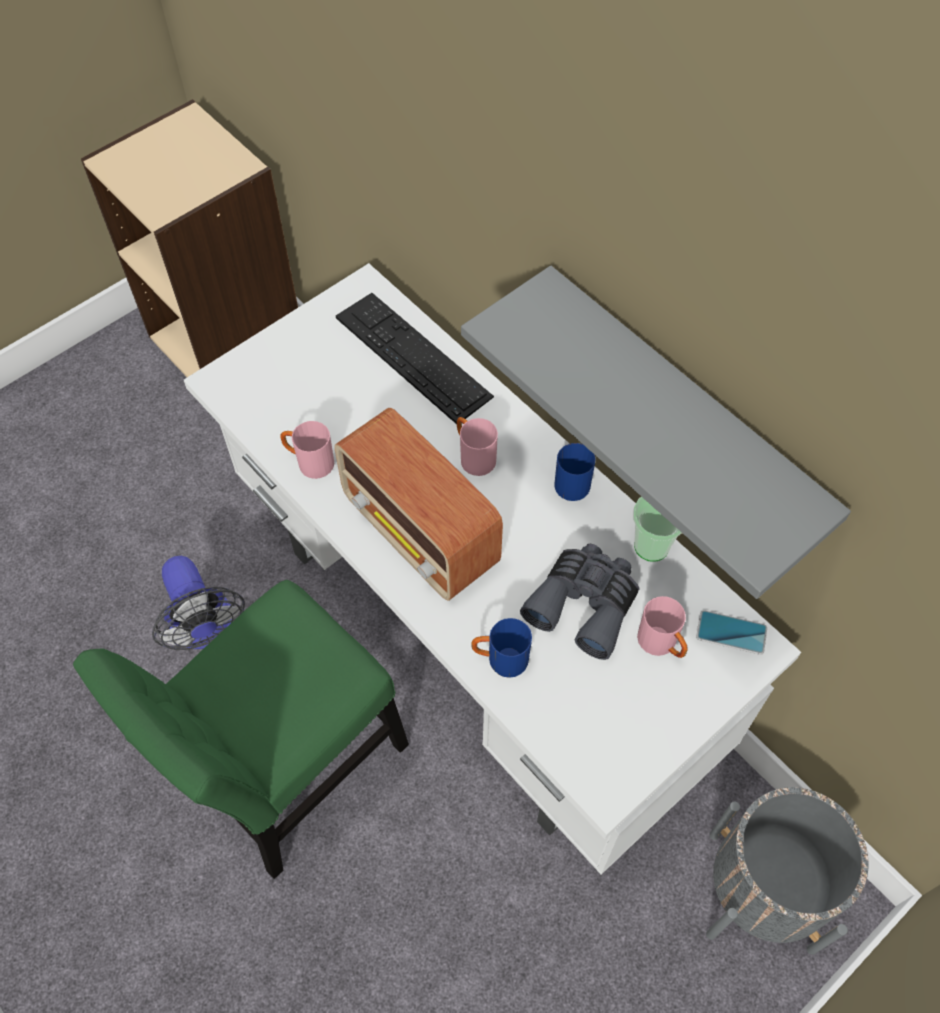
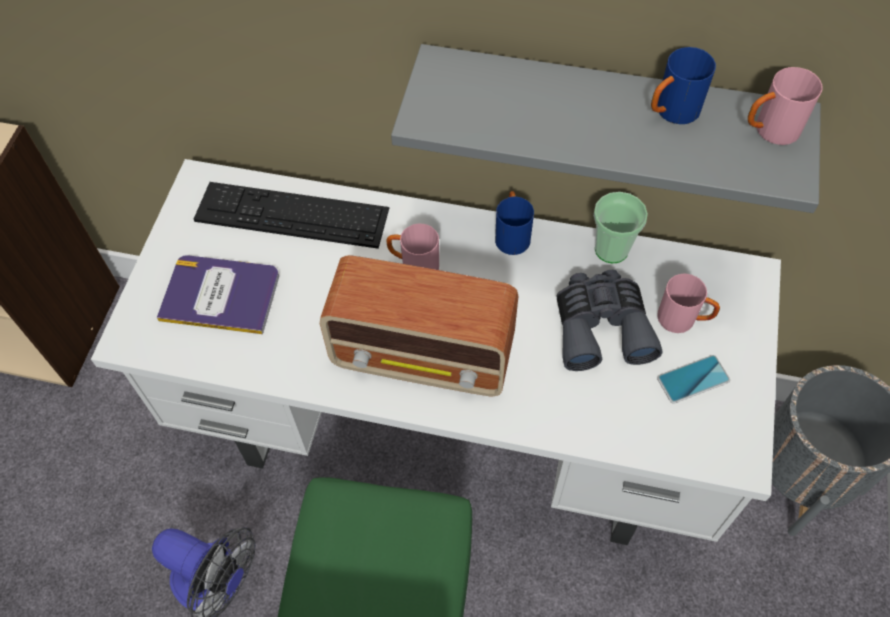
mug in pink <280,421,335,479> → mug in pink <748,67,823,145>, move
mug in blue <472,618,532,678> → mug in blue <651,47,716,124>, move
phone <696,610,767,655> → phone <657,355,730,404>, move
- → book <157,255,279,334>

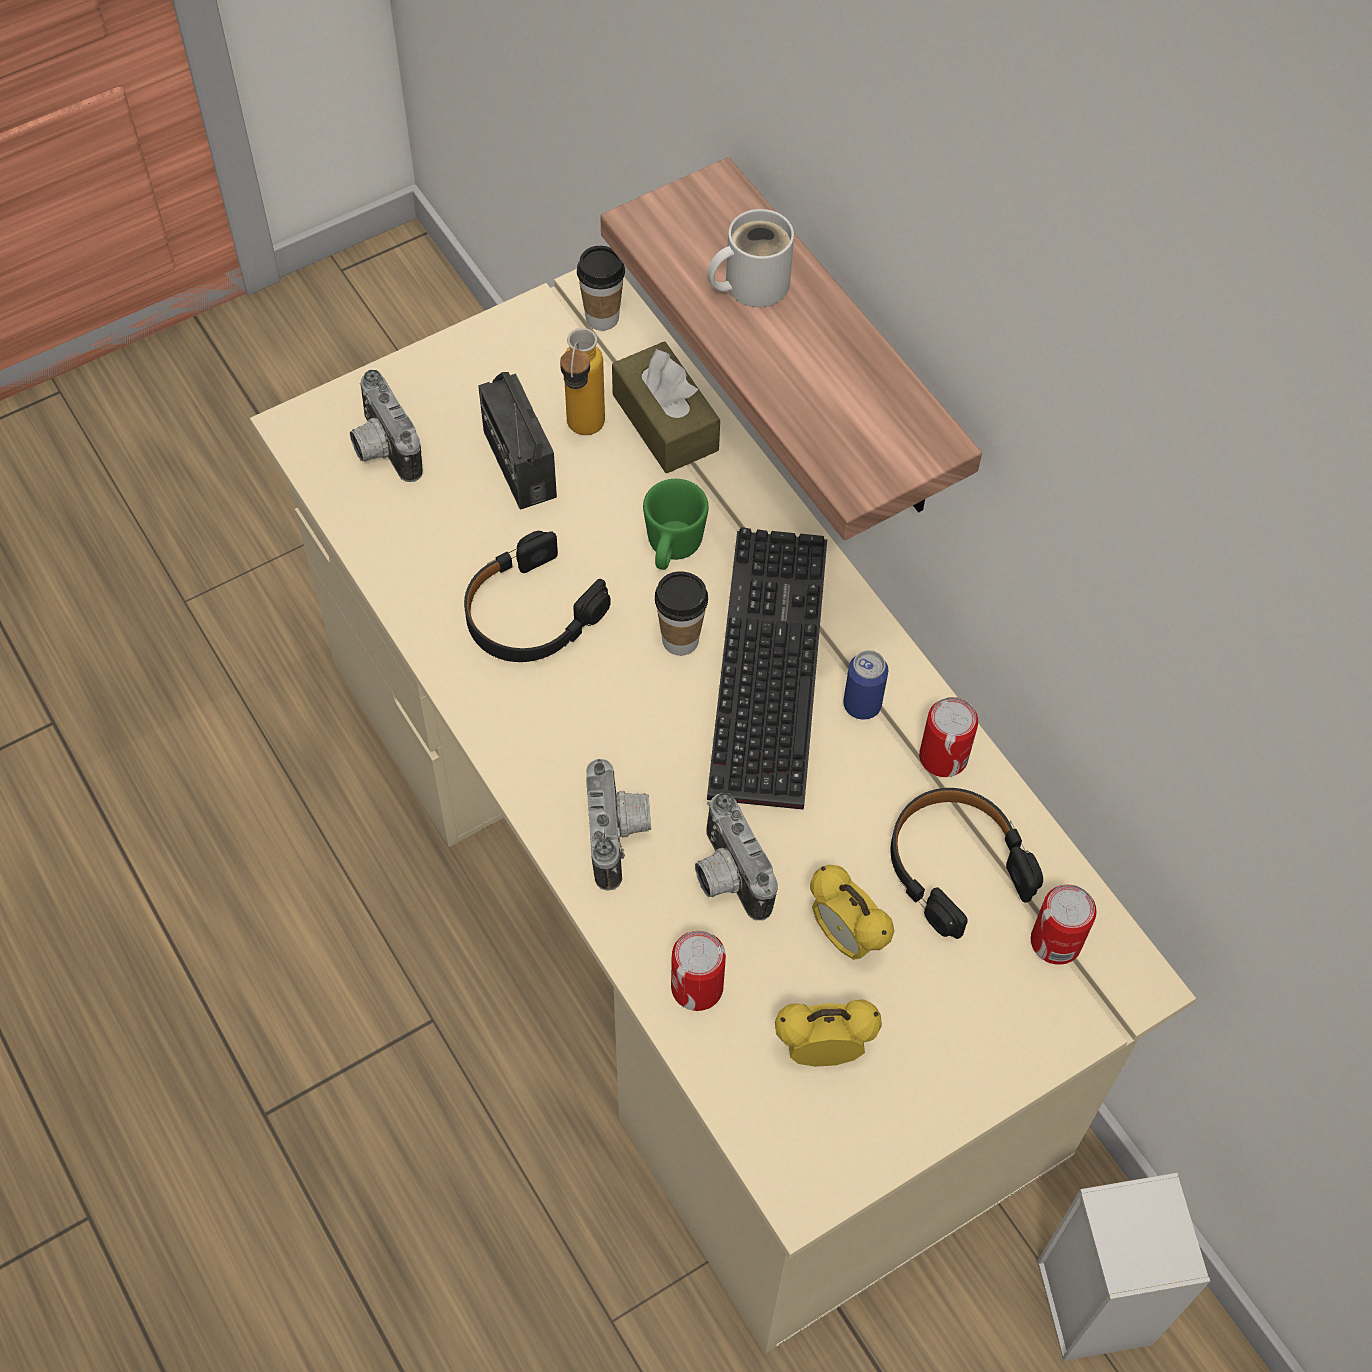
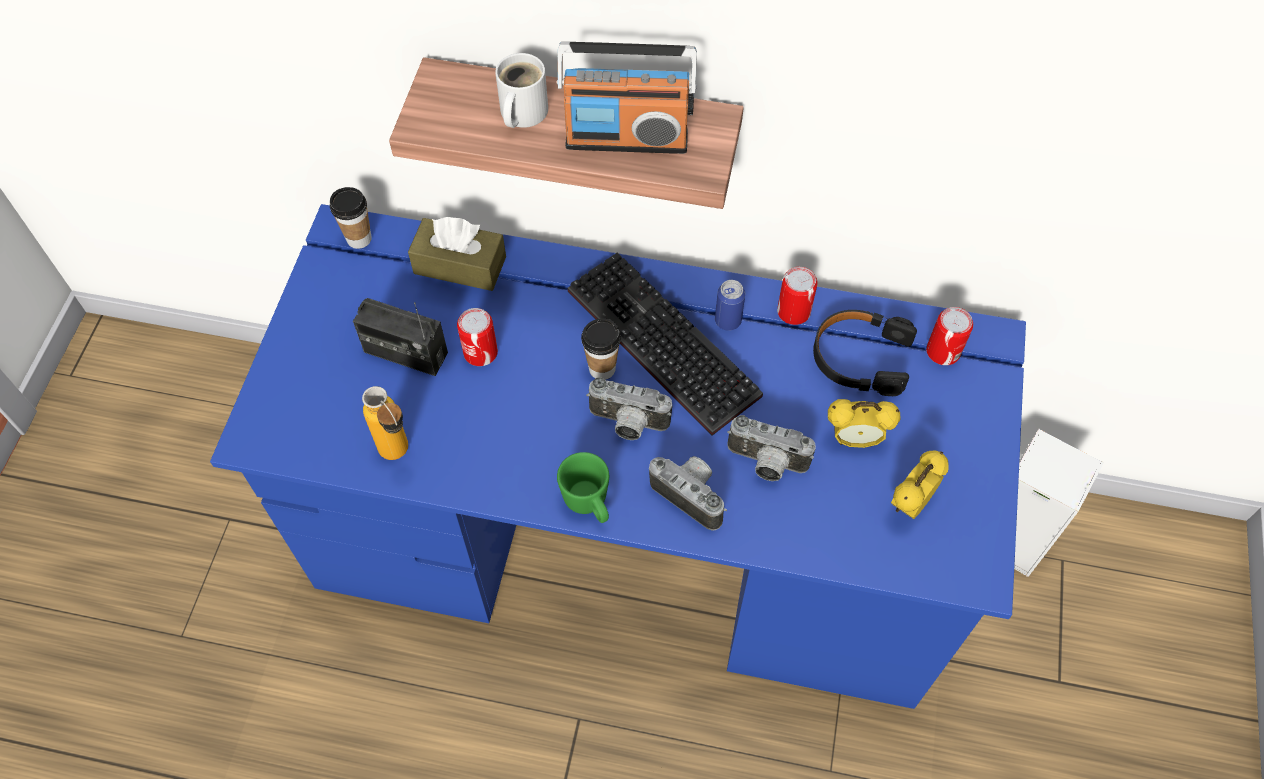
desk in beige <250,269,1196,1354> → desk in blue <210,204,1026,709>
photo camera <350,370,423,482> → photo camera <586,377,672,440>, move
headphones in black <464,531,611,662> → -
bottle <560,328,605,435> → bottle <362,386,408,460>, move
mug in green <643,479,709,570> → mug in green <557,452,609,523>, move
can <671,931,726,1011> → can <457,308,498,366>, move
- → radio <557,42,697,154>

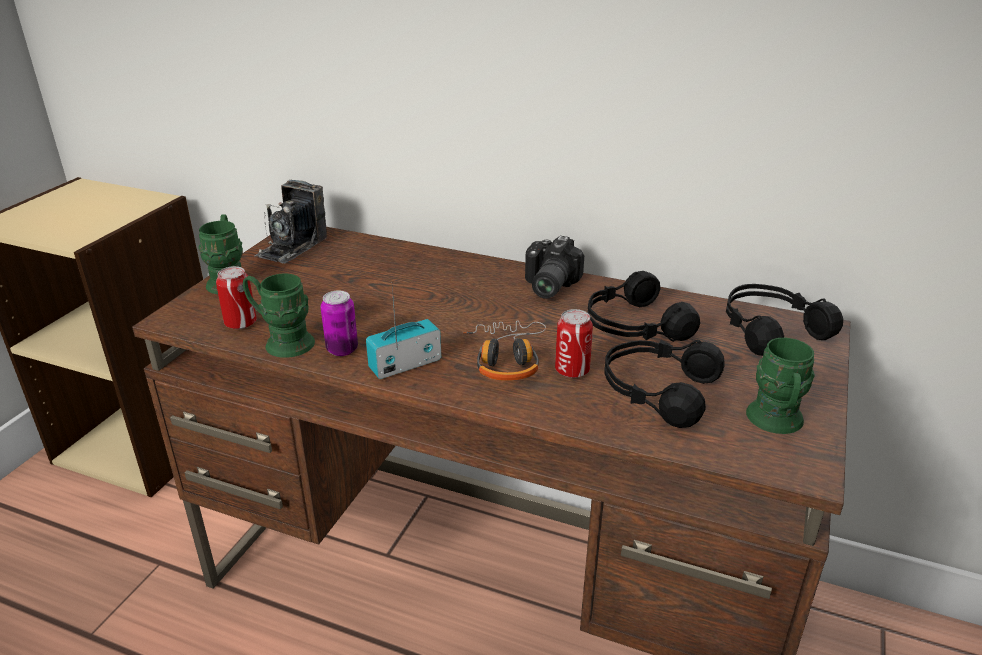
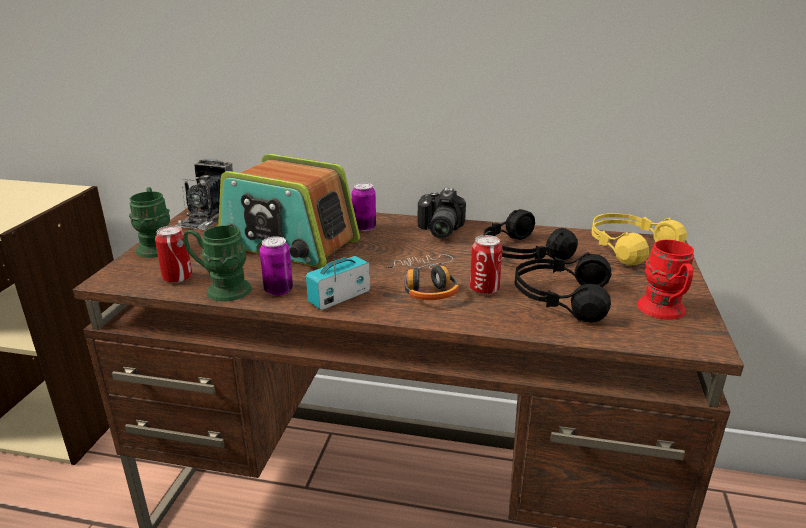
headphones in black <726,284,843,356> → headphones in yellow <592,213,687,266>
mug in green <746,338,815,434> → mug in red <637,240,694,320>
- → radio <218,154,360,268>
- → can <352,183,376,231>

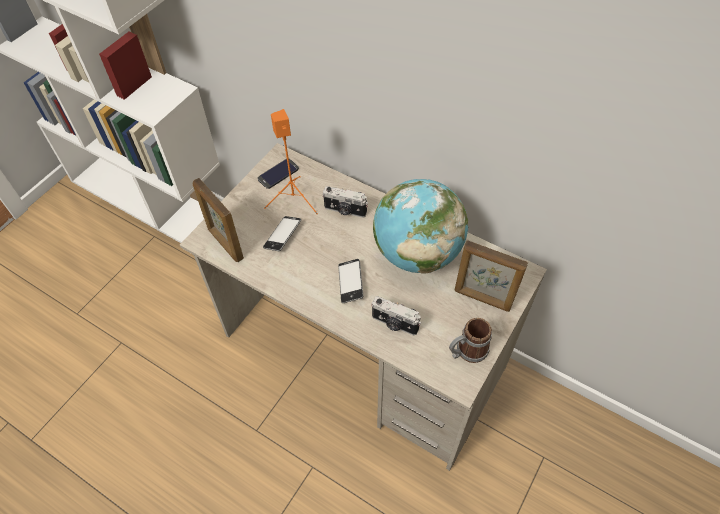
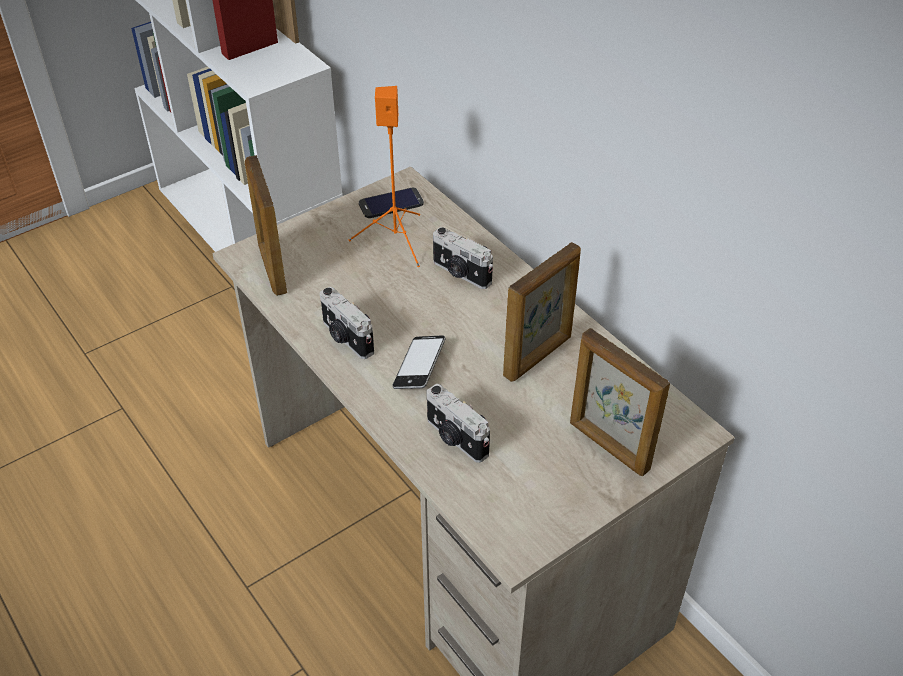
phone <263,216,301,251> → -
globe <373,179,468,273> → picture frame <503,242,581,382>
mug <449,318,492,363> → -
- → photo camera <320,287,374,359>

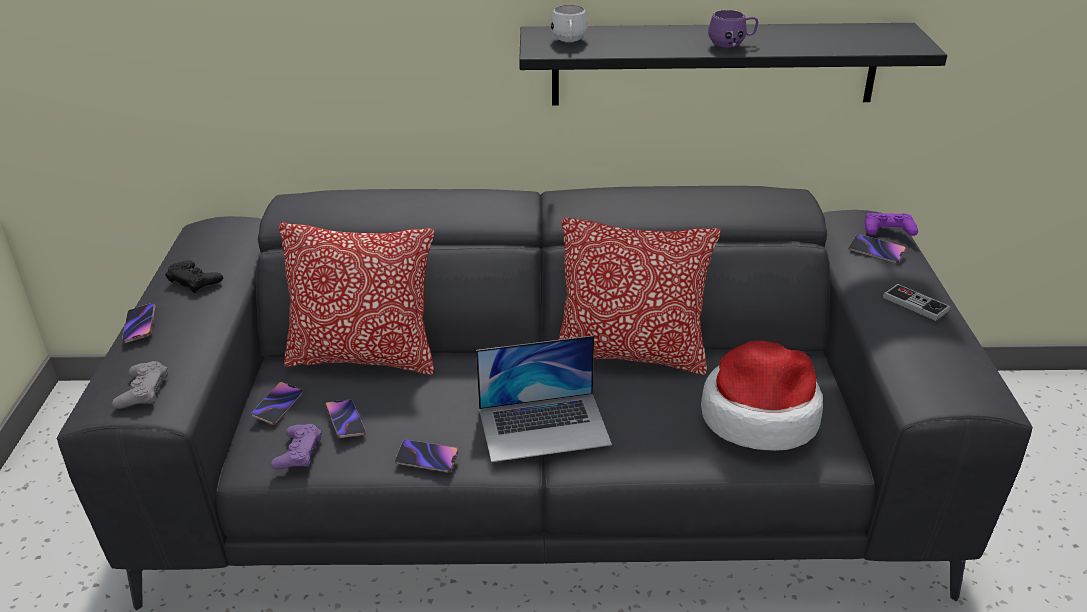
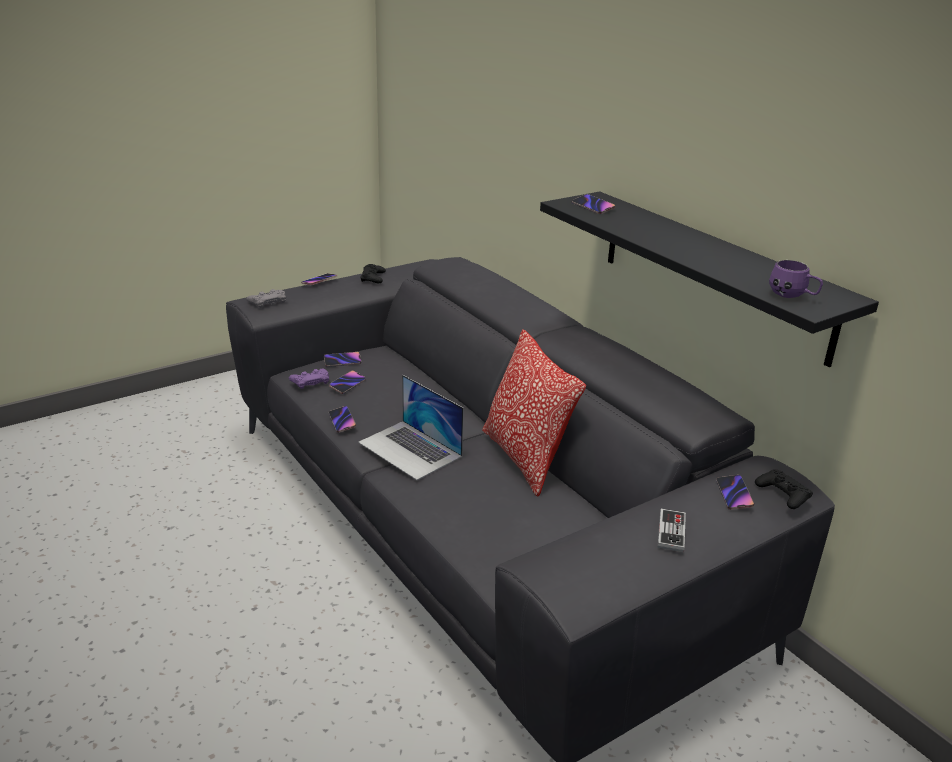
pillow <279,223,435,375> → -
mug in white <551,5,588,43> → phone <572,194,615,214>
hat <701,341,823,451> → -
mug in purple <708,10,758,48> → mug in purple <769,260,823,298>, move
game controller in purple <865,213,918,236> → game controller in black <755,469,813,509>

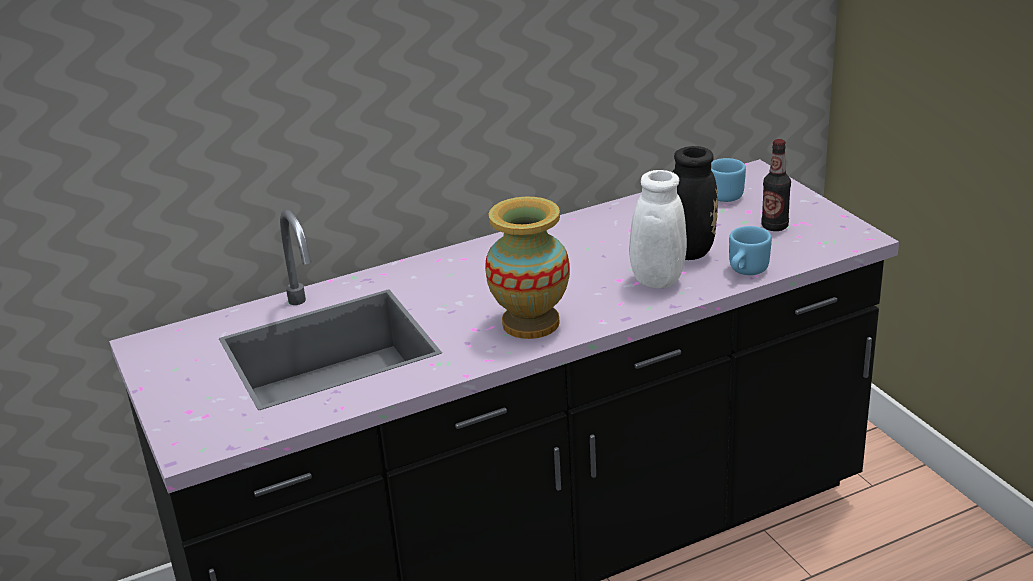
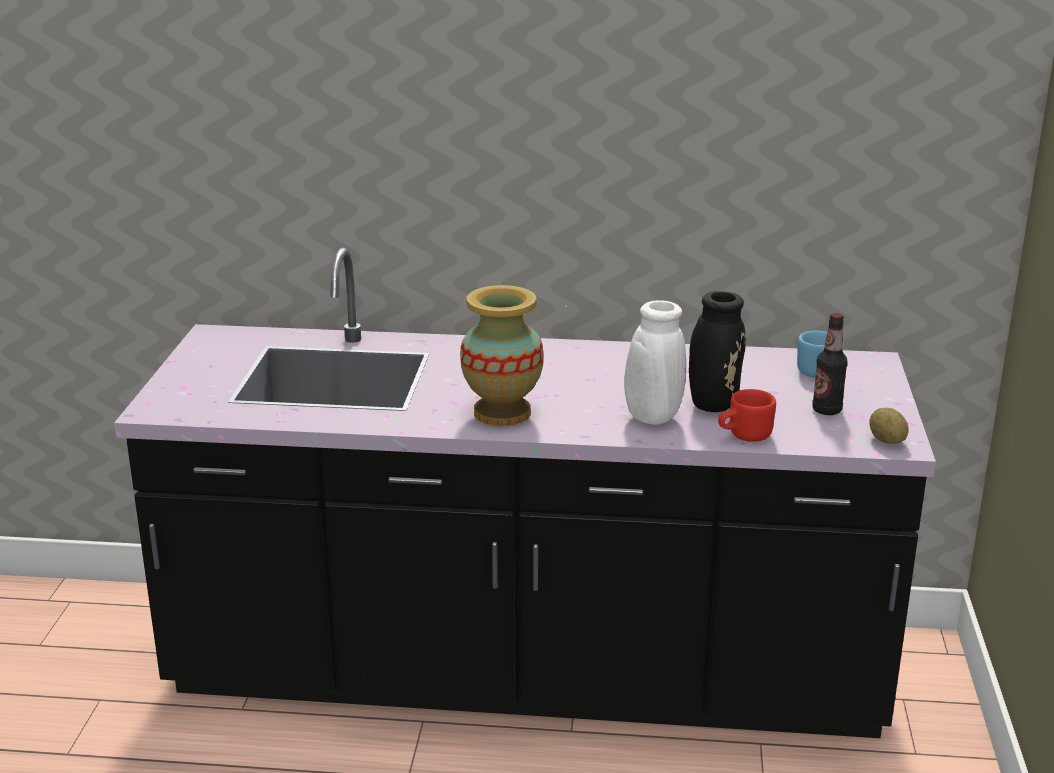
mug in blue <729,226,772,275> → mug in red <718,389,776,442>
- → potato <869,408,909,443>

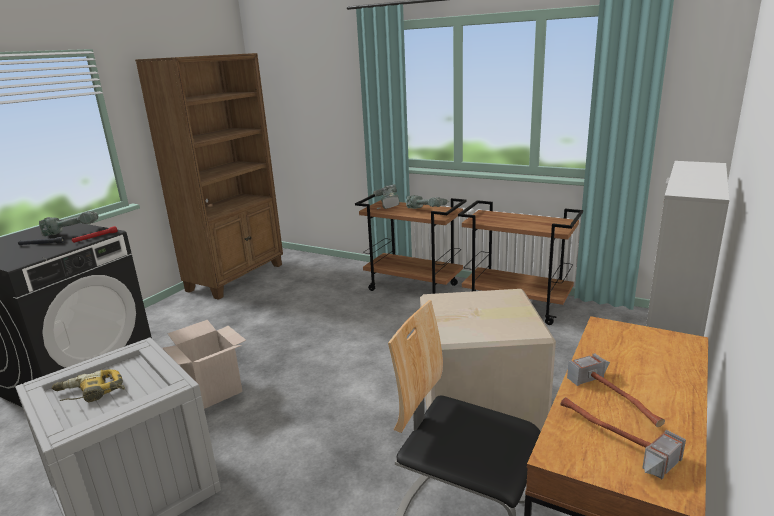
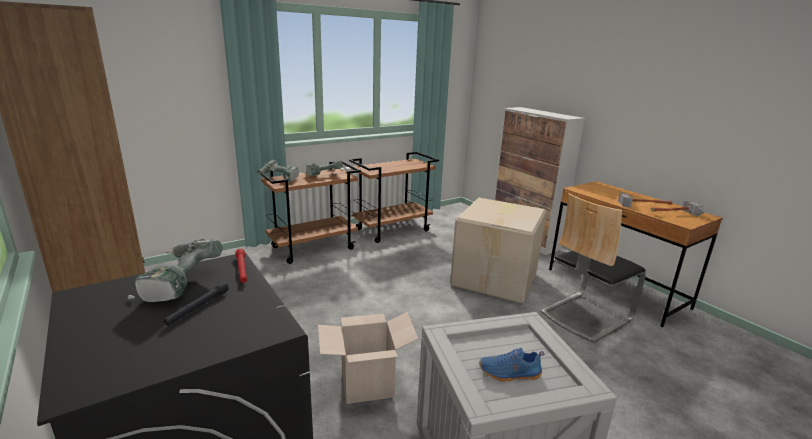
power drill <52,369,125,403> → shoe in blue <479,348,544,382>

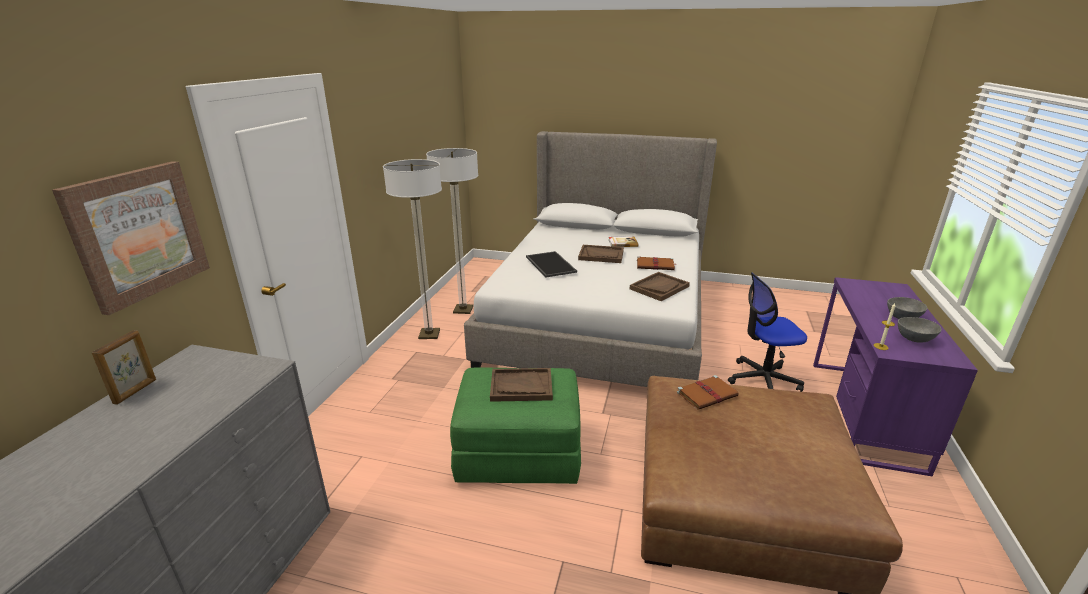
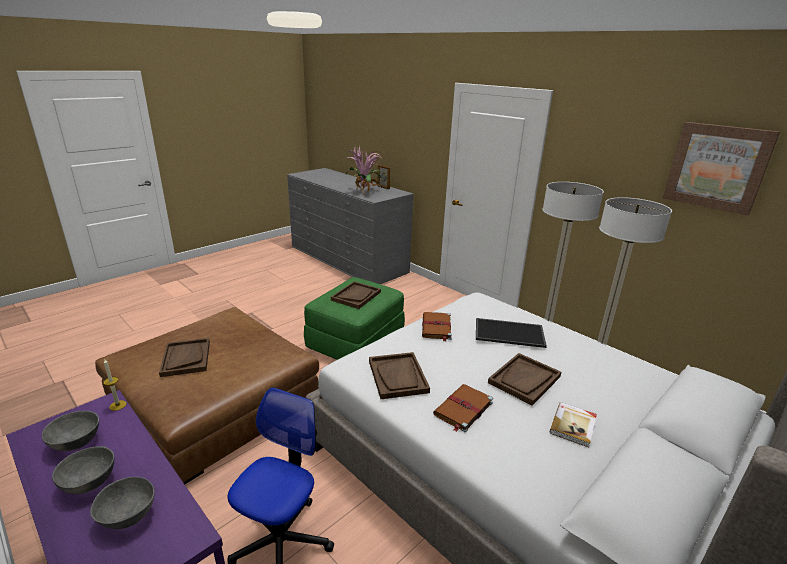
picture <52,161,210,315> → picture <663,122,780,216>, move
book in brown <677,375,739,410> → book in brown <422,312,452,341>, move
- → bowl in grey <90,477,155,529>
- → tray in brown <159,338,210,377>
- → potted plant <345,144,382,196>

